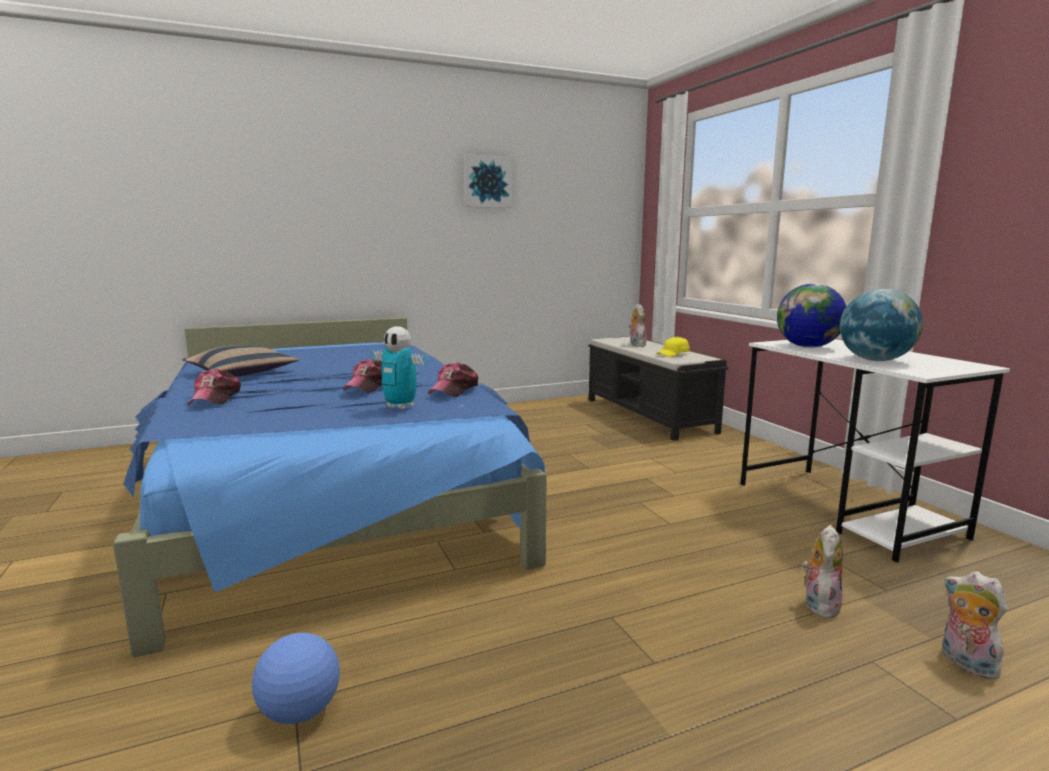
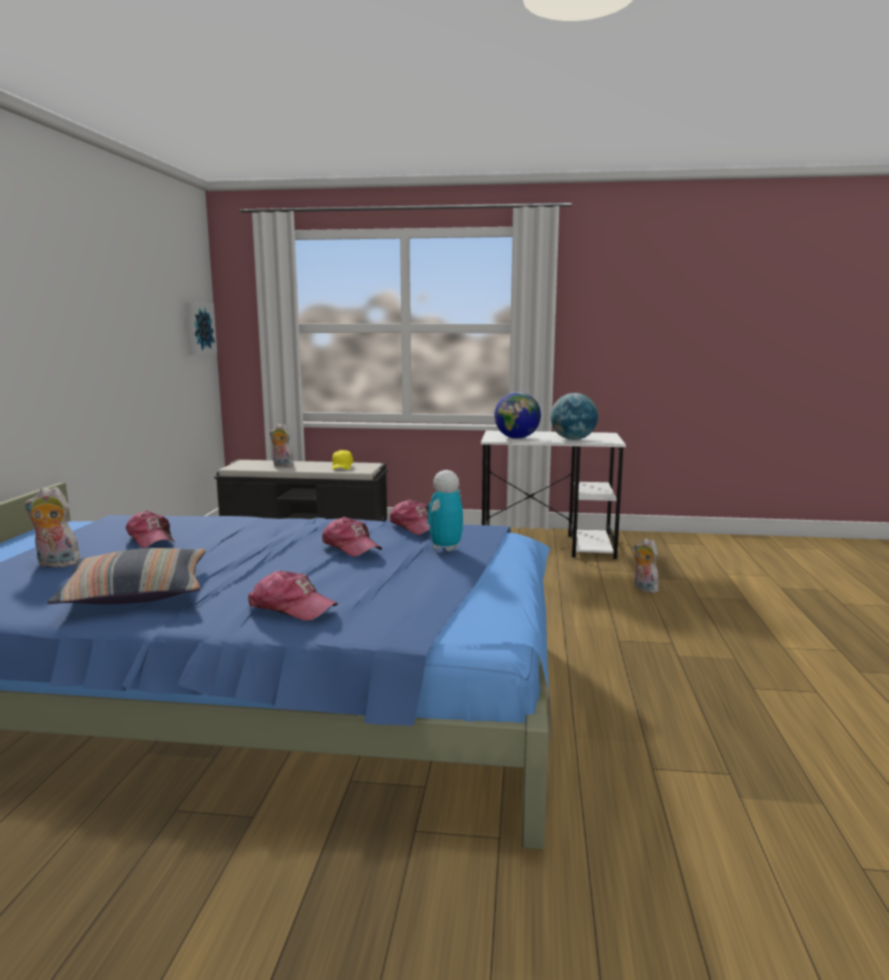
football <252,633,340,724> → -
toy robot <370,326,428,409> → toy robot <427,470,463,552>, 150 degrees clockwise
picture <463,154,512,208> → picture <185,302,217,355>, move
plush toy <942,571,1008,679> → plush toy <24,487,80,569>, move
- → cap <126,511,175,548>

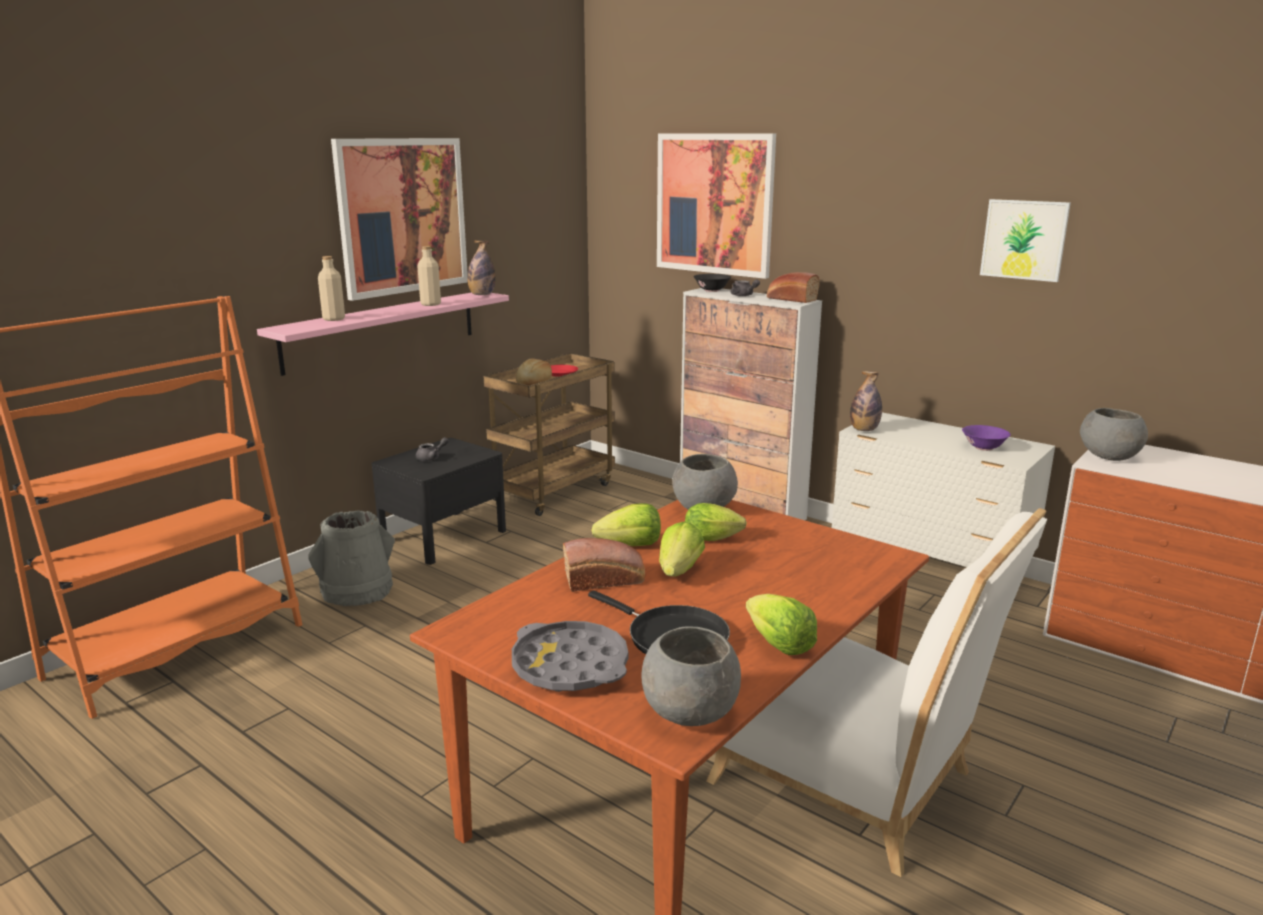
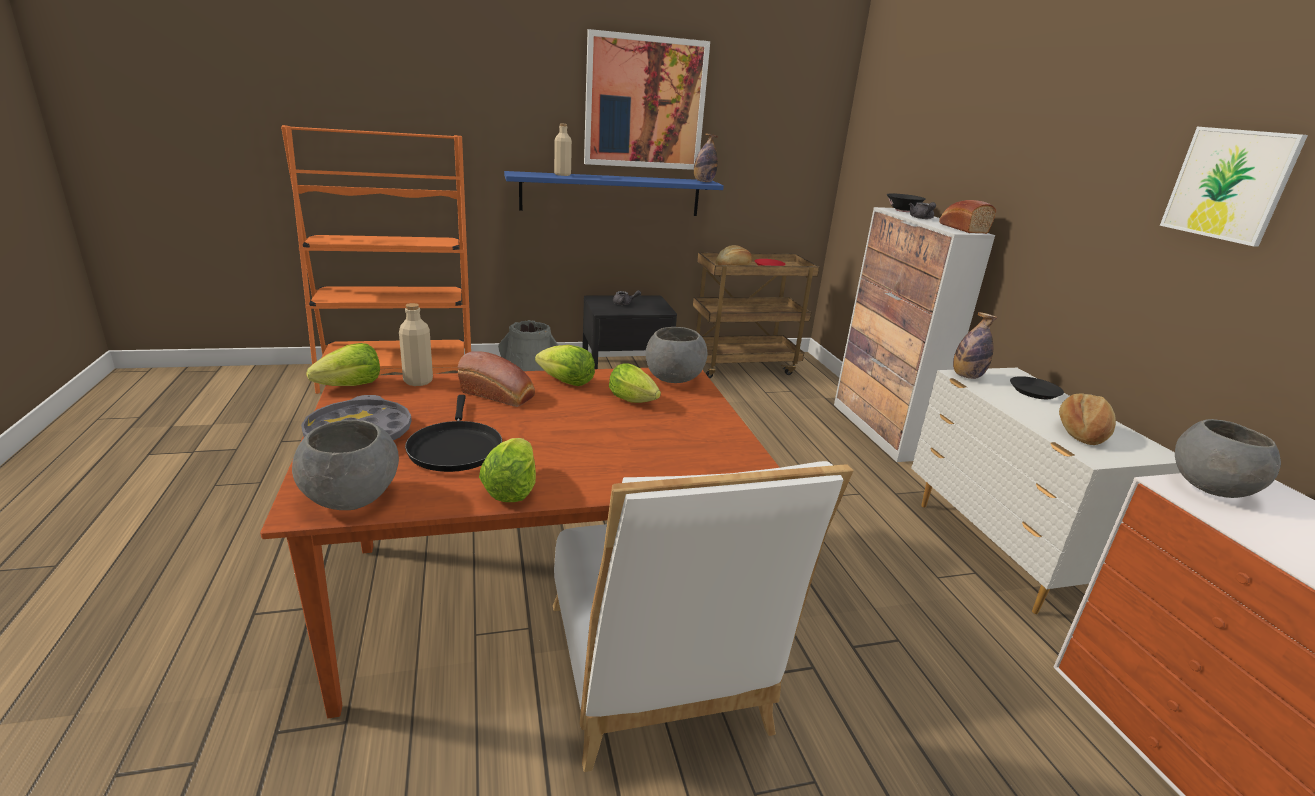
shelf in pink <257,292,509,376> → shelf in blue <504,171,724,216>
bottle in beige <417,246,441,306> → bottle in beige <399,303,433,386>, move
picture <657,134,776,279> → -
lettuce <659,521,705,577> → lettuce <306,343,380,386>, move
bowl in purple <962,425,1011,451> → bread <1059,393,1116,445>
- → plate in black <1010,376,1064,399>

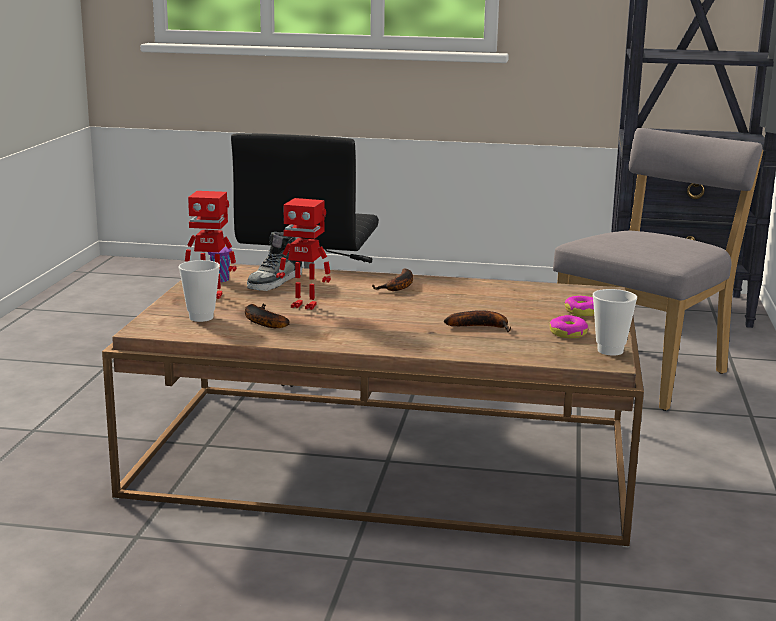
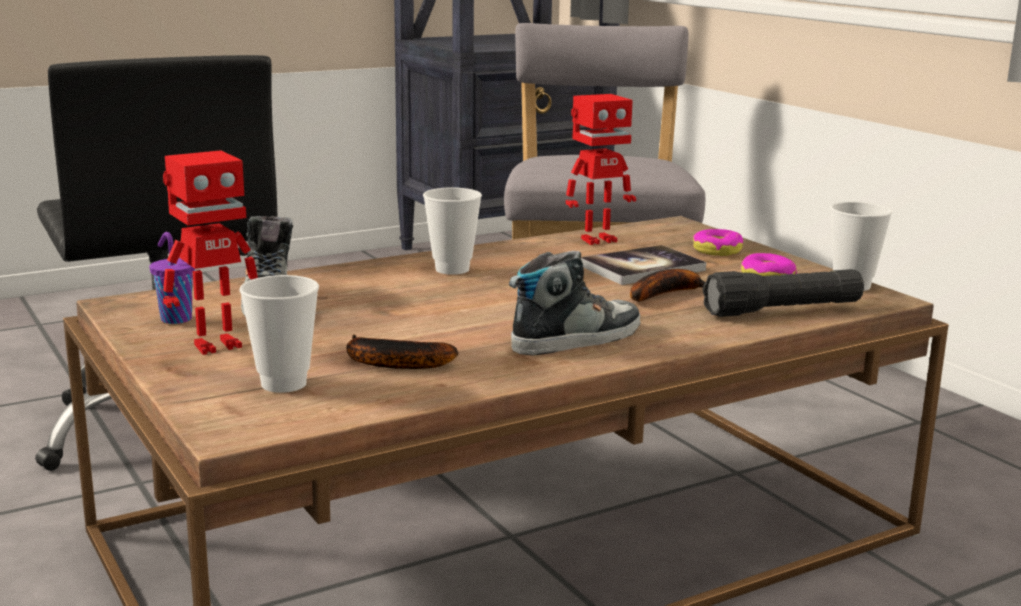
toy robot <276,198,331,310> → toy robot <566,94,636,245>, move
banana <372,268,413,291> → cup <423,187,482,275>
- → shoe <509,251,641,355>
- → book <581,245,706,285>
- → flashlight in black <703,269,864,317>

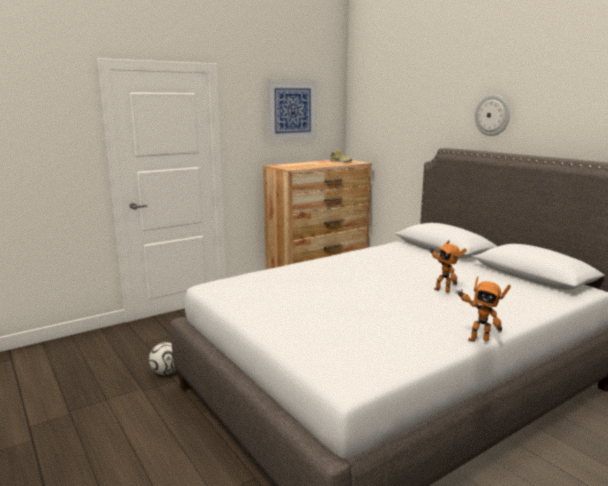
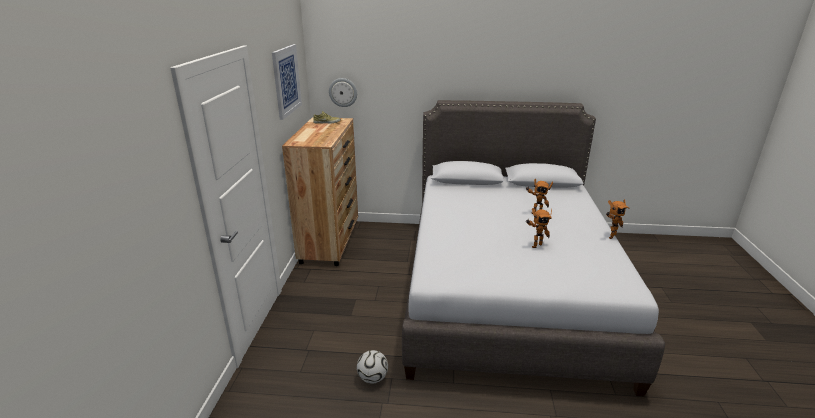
wall clock <475,95,510,136> → wall clock <329,78,357,107>, move
- → toy robot <526,208,552,248>

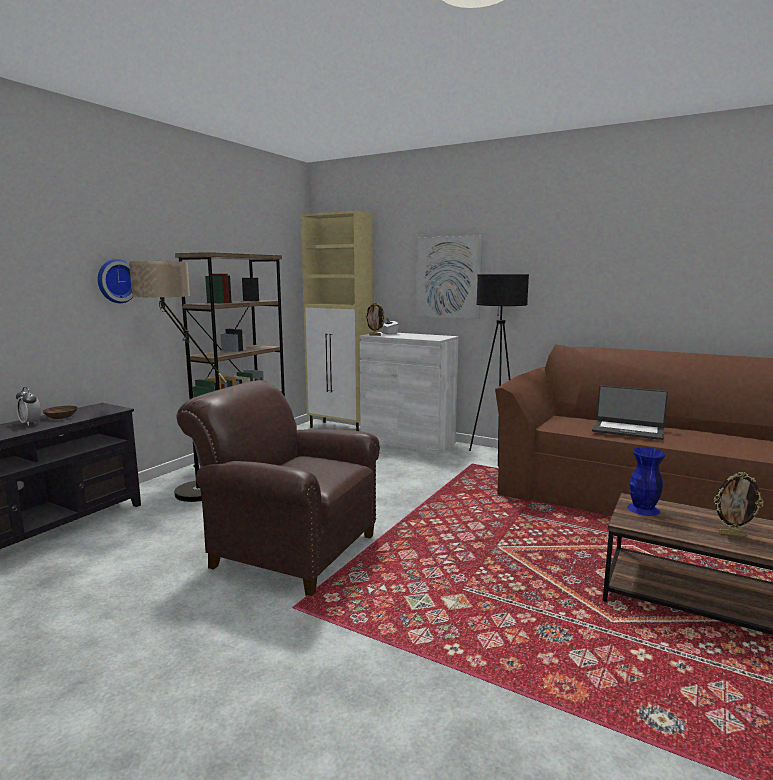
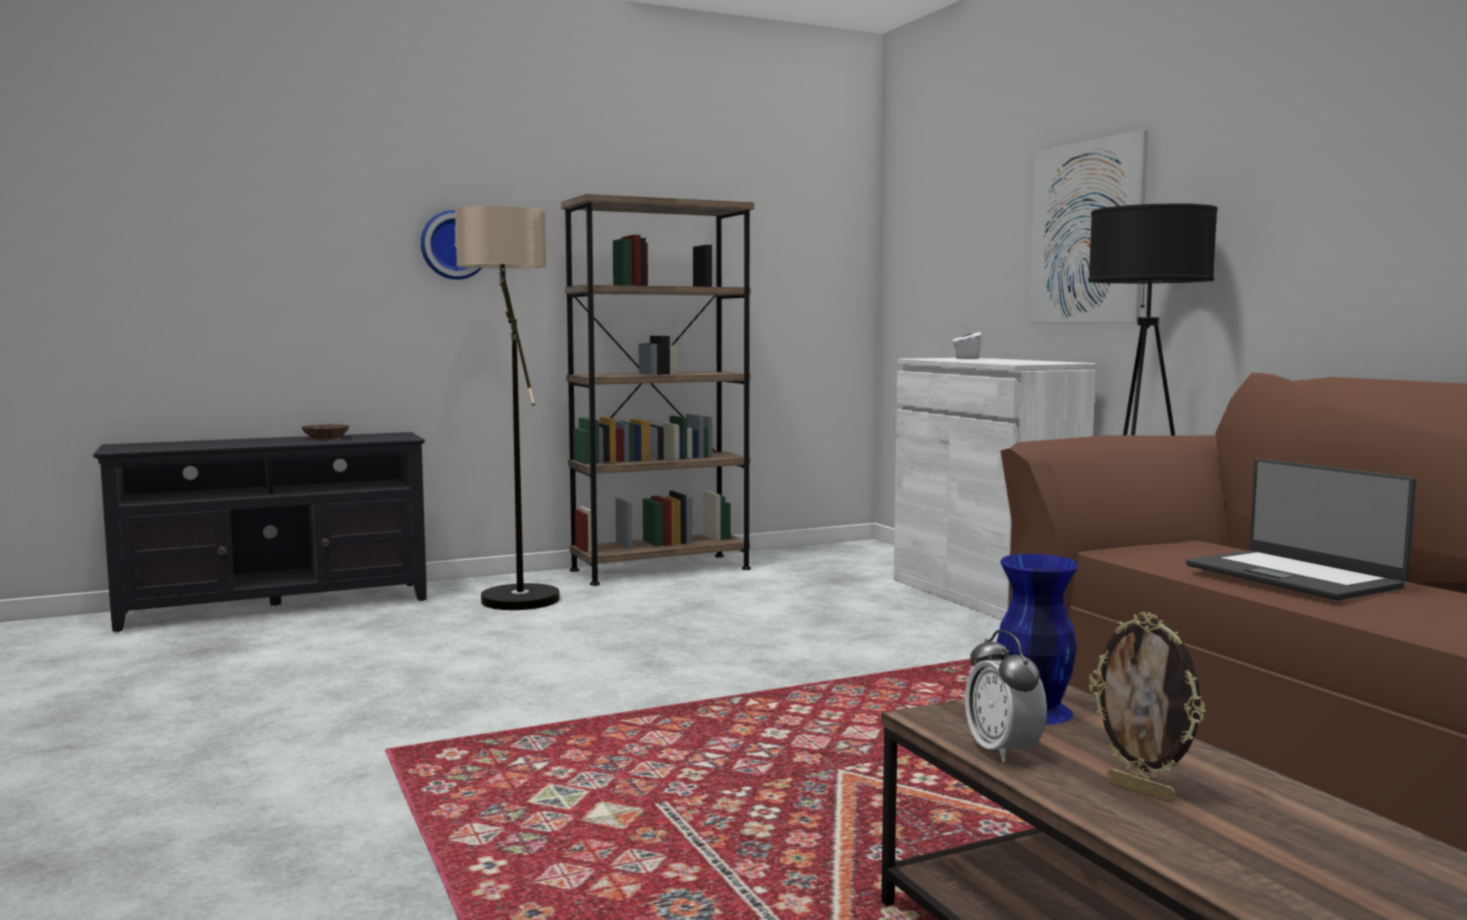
alarm clock <16,387,41,426> → alarm clock <965,630,1047,763>, move
armchair in brown <176,380,380,596> → -
cabinet in beige <301,210,373,431> → -
picture frame <365,302,385,336> → -

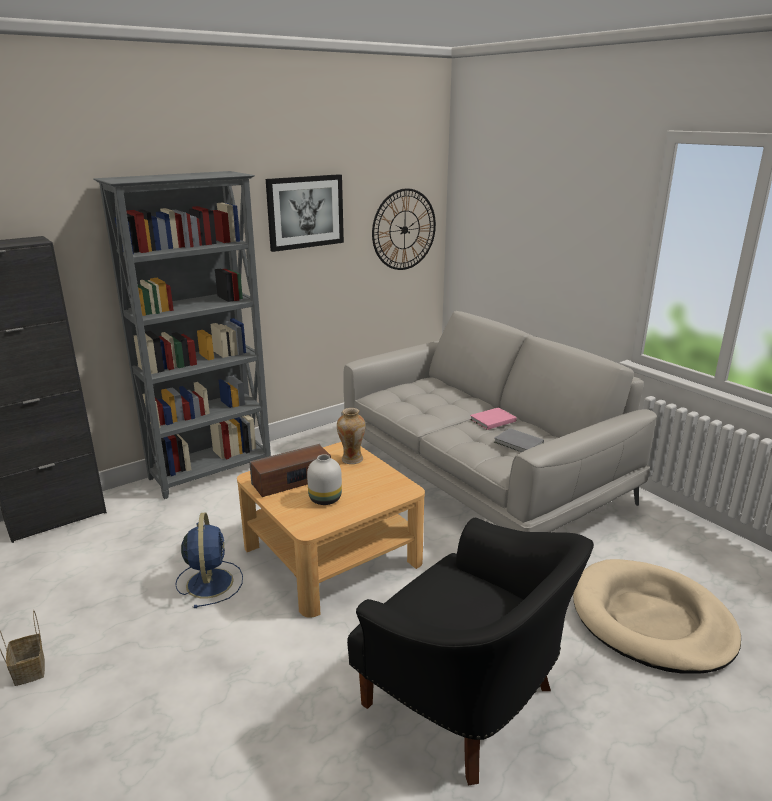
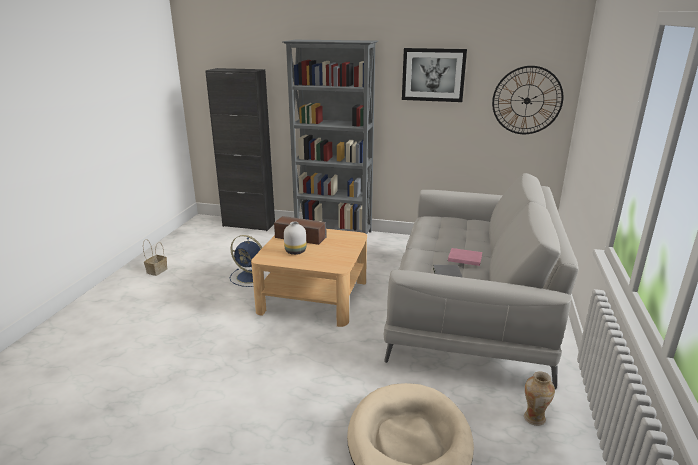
fan in blue <175,512,243,608> → fan in blue <230,235,263,287>, 75 degrees clockwise
vase <337,408,365,464> → vase <524,371,555,426>, move
armchair in black <347,518,594,785> → -

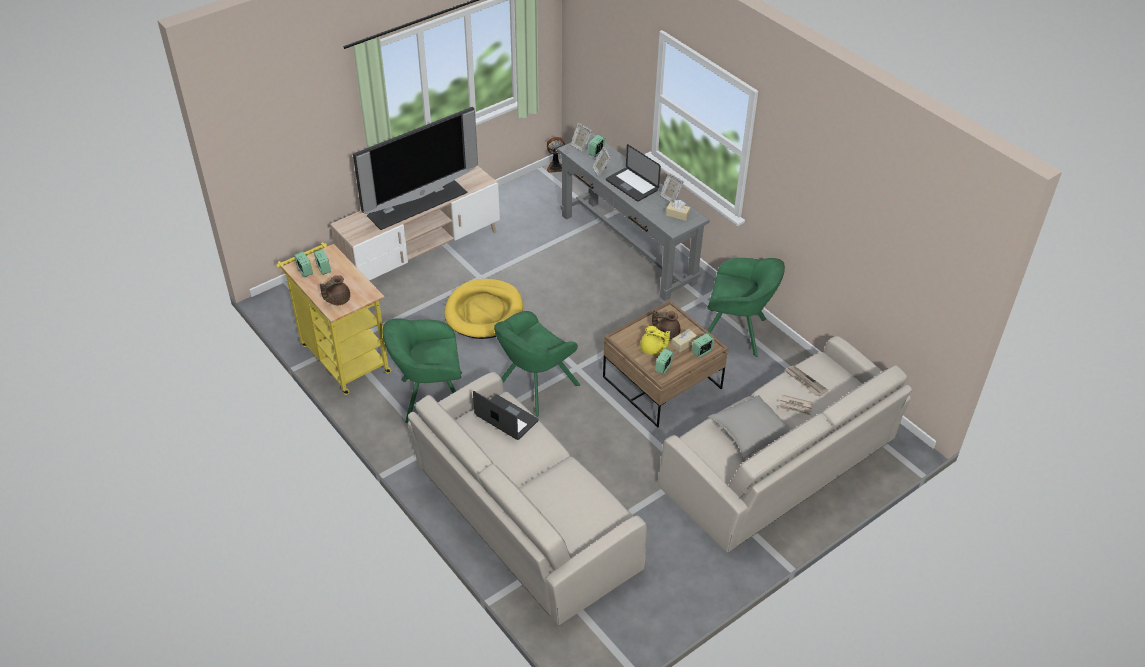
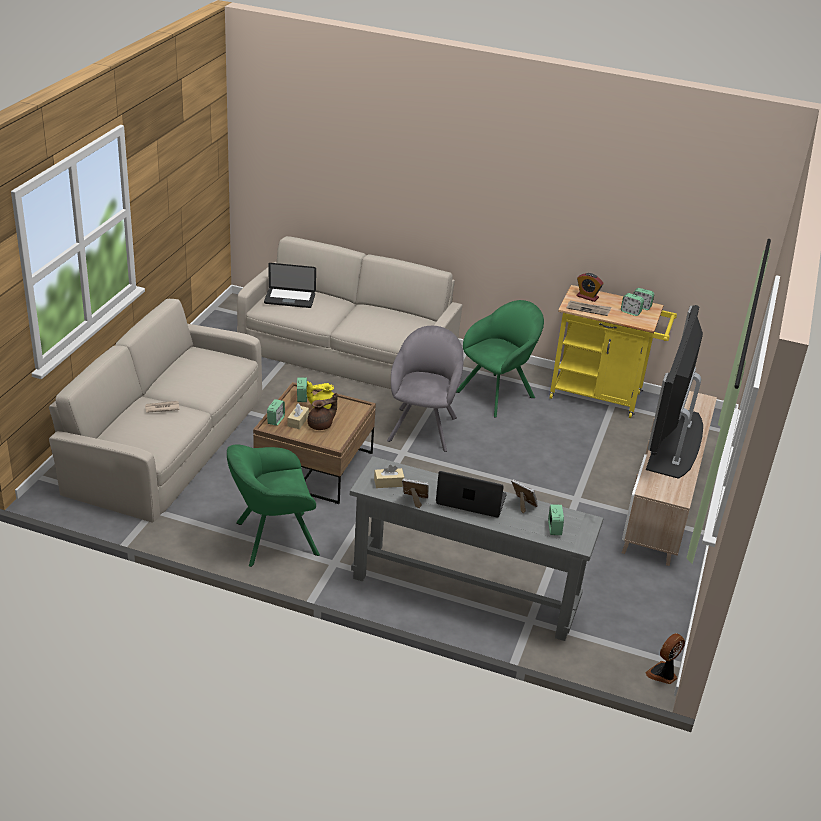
teapot in brown <320,275,350,305> → alarm clock <576,273,603,302>
dog bed in yellow <444,279,523,339> → -
laptop <473,391,538,440> → laptop <264,263,316,308>, move
armchair in green <494,311,580,417> → armchair in grey <387,326,464,452>
picture frame <571,123,592,153> → -
pillow in grey <708,395,792,458> → -
newspaper <785,366,828,397> → newspaper <567,301,611,316>, move

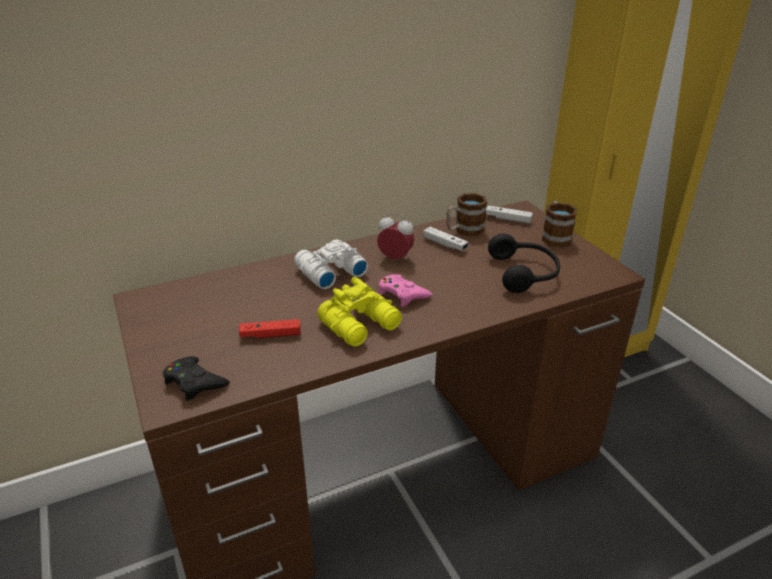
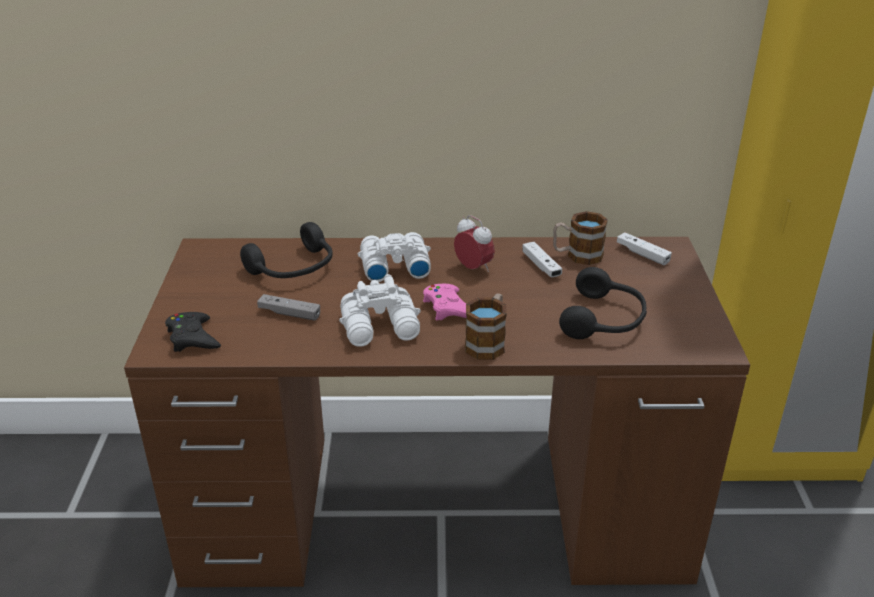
game controller in red <239,319,301,338> → game controller in grey <257,294,320,321>
binoculars in yellow <317,277,402,347> → binoculars in white <339,274,421,347>
mug <542,201,578,248> → mug <465,293,507,360>, move
- → headphones in black <240,222,333,278>

